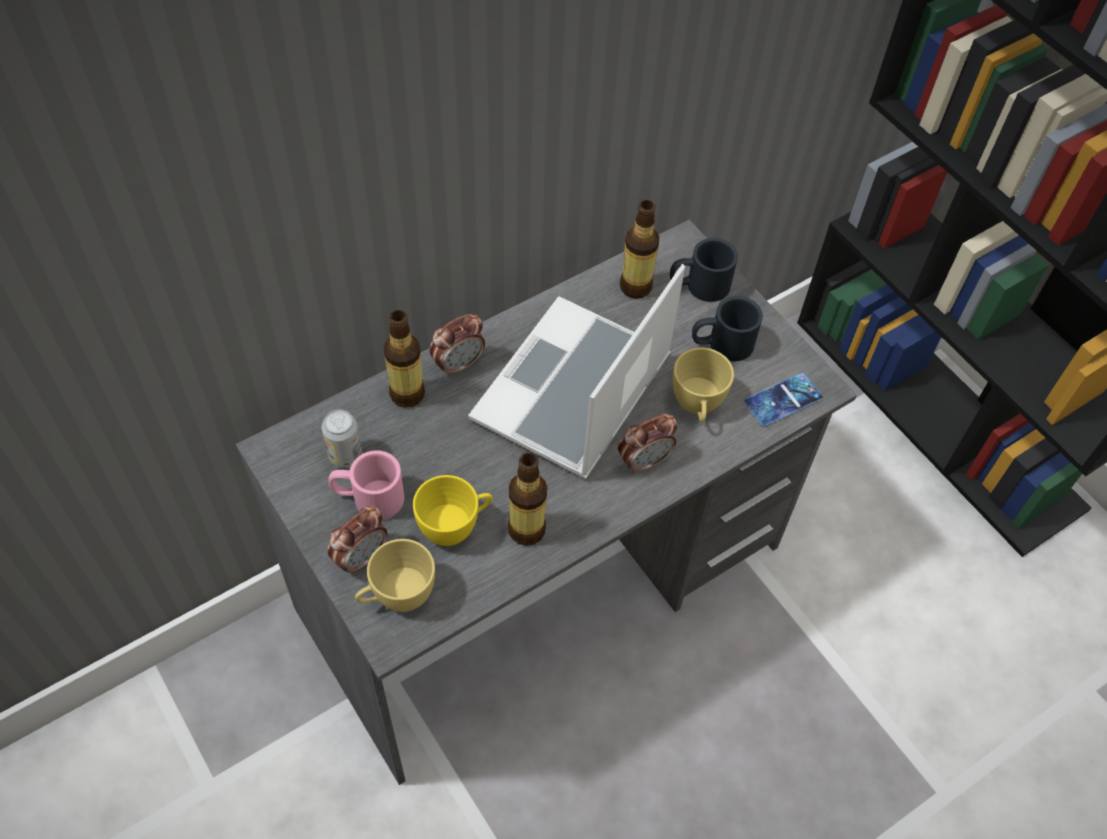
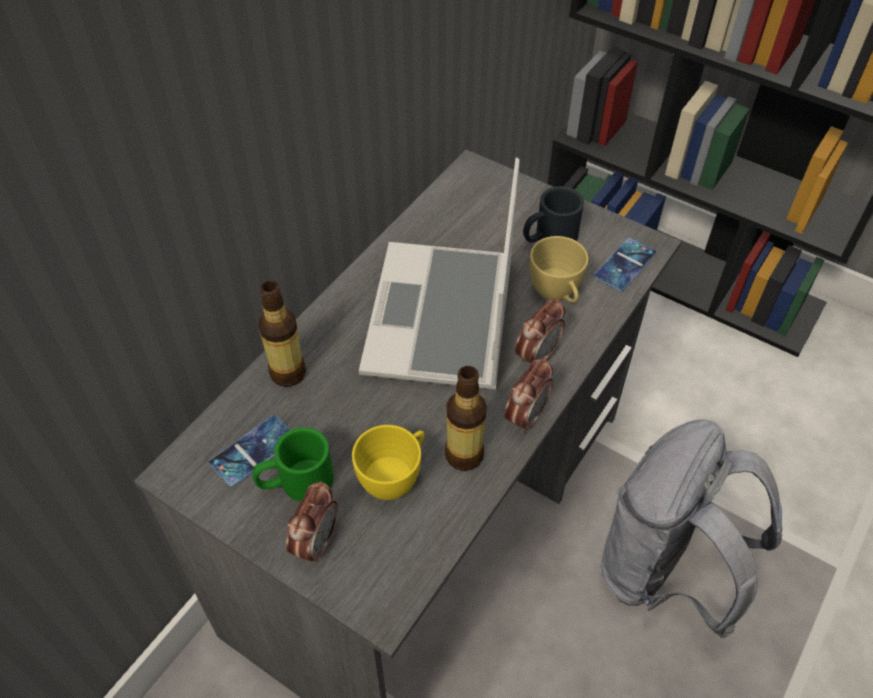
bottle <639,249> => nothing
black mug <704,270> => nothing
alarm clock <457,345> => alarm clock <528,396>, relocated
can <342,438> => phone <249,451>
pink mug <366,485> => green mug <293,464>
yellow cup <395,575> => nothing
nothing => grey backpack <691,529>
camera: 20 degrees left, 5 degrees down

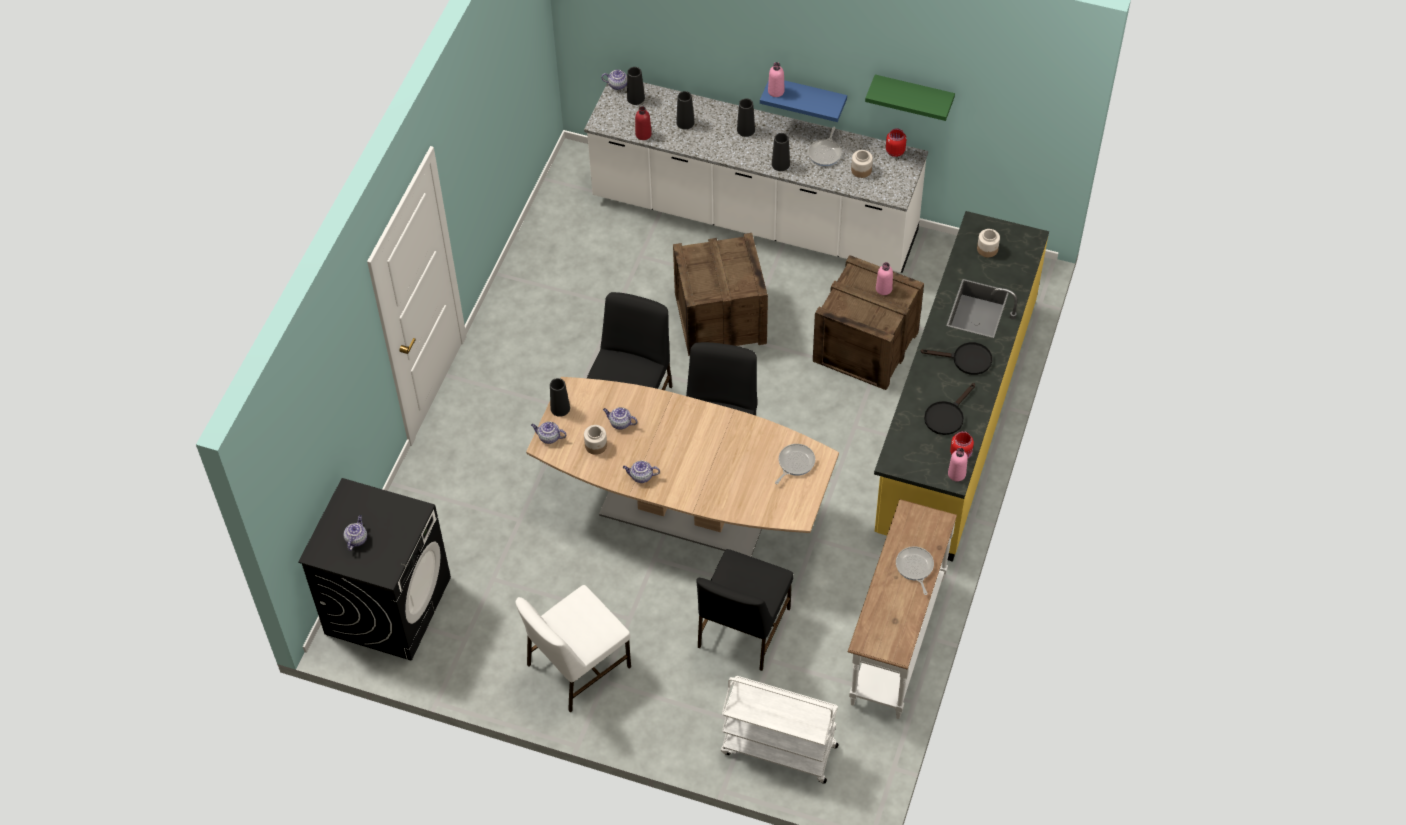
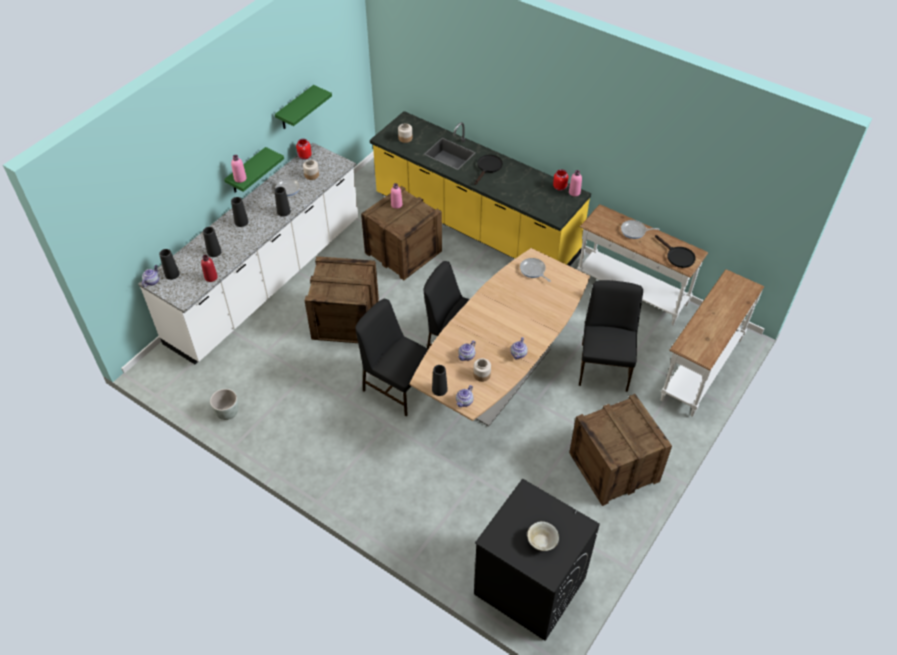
blue shelf <803,101> => green shelf <254,170>
black frying pan <949,409> => black frying pan <675,251>, relocated
teapot <355,533> => beige bowl <543,536>
black chair <745,610> => black chair <611,336>, 120 degrees counterclockwise
white chair <573,648> => crate <620,450>
white cart <780,730> => white console table <713,343>
nothing => grey planter <224,404>
camera: 75 degrees left, 5 degrees down

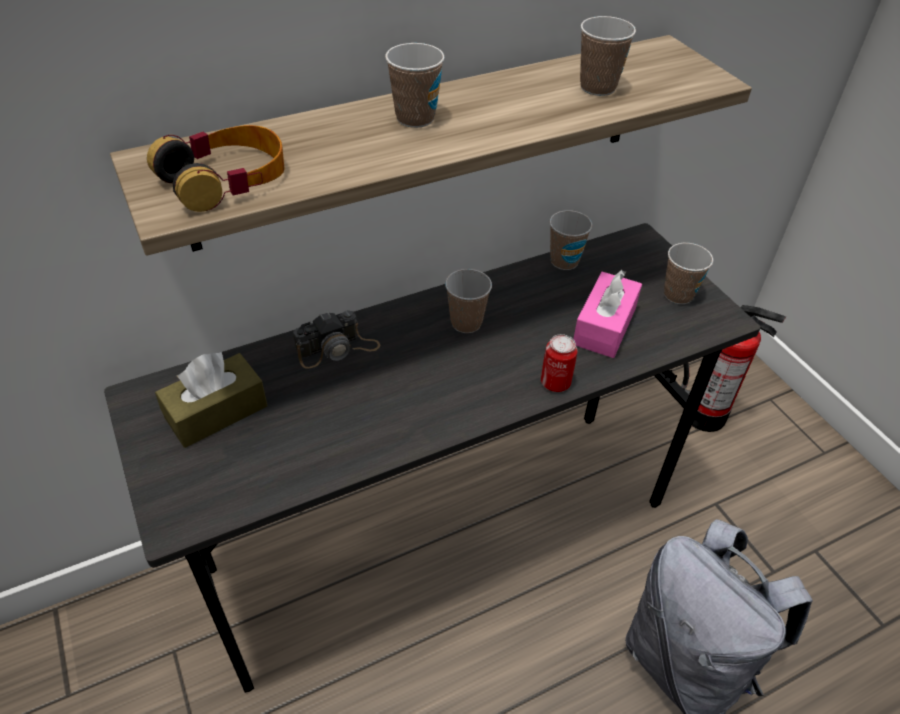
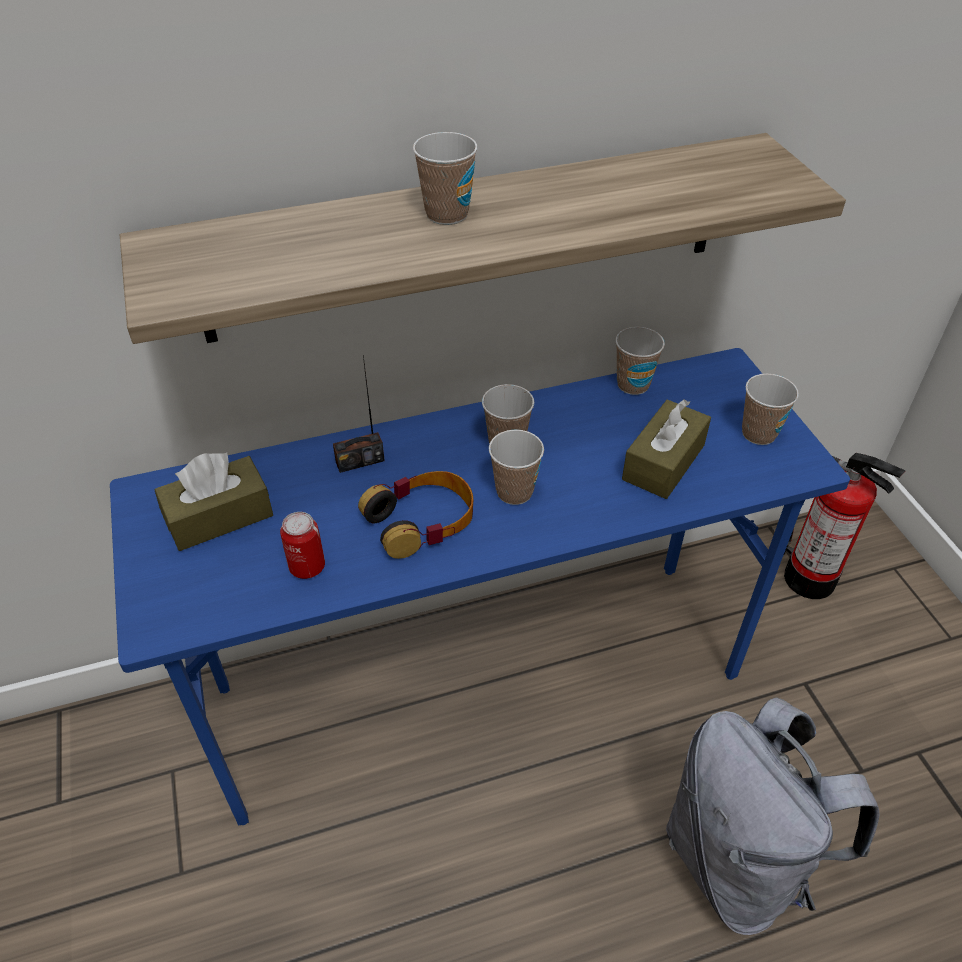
cup <608,56> => cup <516,467>, relocated
headphones <216,168> => headphones <415,515>, relocated
grey desk <432,458> => blue desk <480,587>
pink tissue box <607,314> => brown tissue box <666,449>
photo camera <336,339> => radio <359,414>
can <559,363> => can <302,545>, relocated
camera: 10 degrees right, 0 degrees up

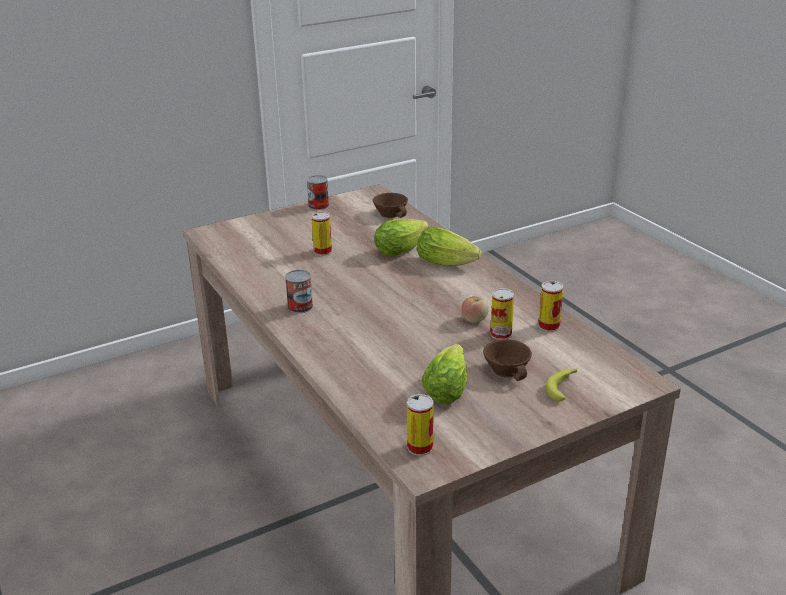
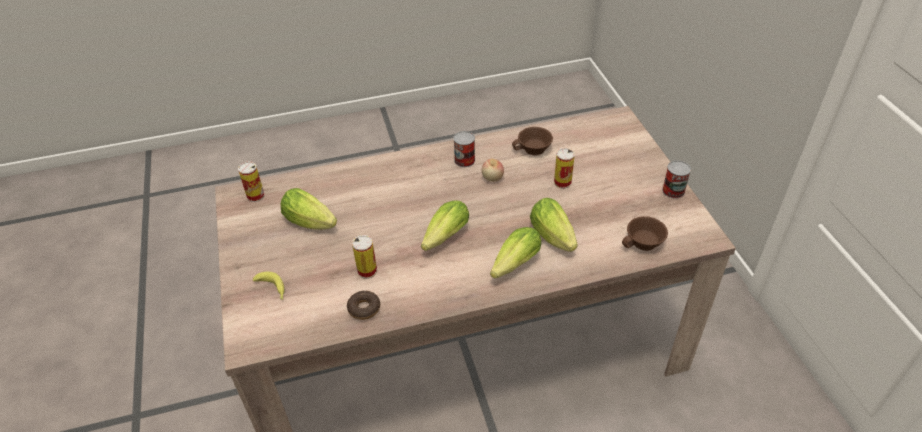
can <551,306> => donut <363,305>
apple <475,309> => apple <493,170>, relocated
brown cup <507,360> => brown cup <532,141>, relocated
nothing => lettuce <445,226>
camera: 105 degrees right, 15 degrees up

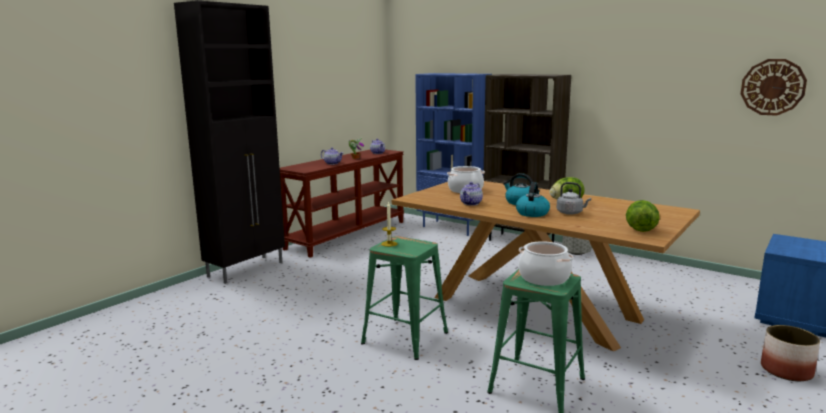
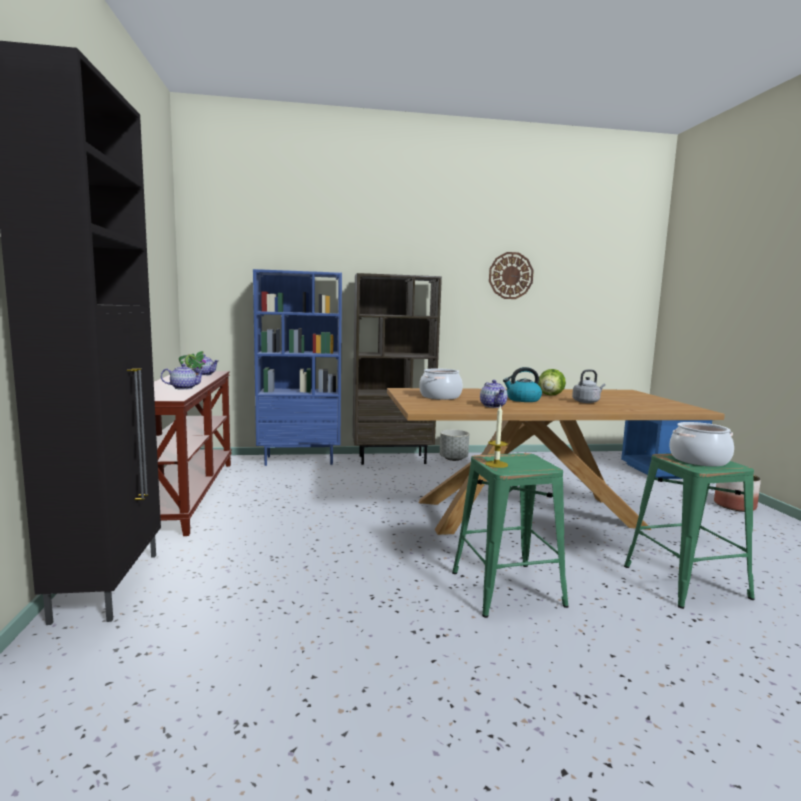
wall clock <774,87> => wall clock <511,275>, relocated
kettle <533,199> => nothing
lettuce <643,216> => nothing
camera: 45 degrees left, 5 degrees down

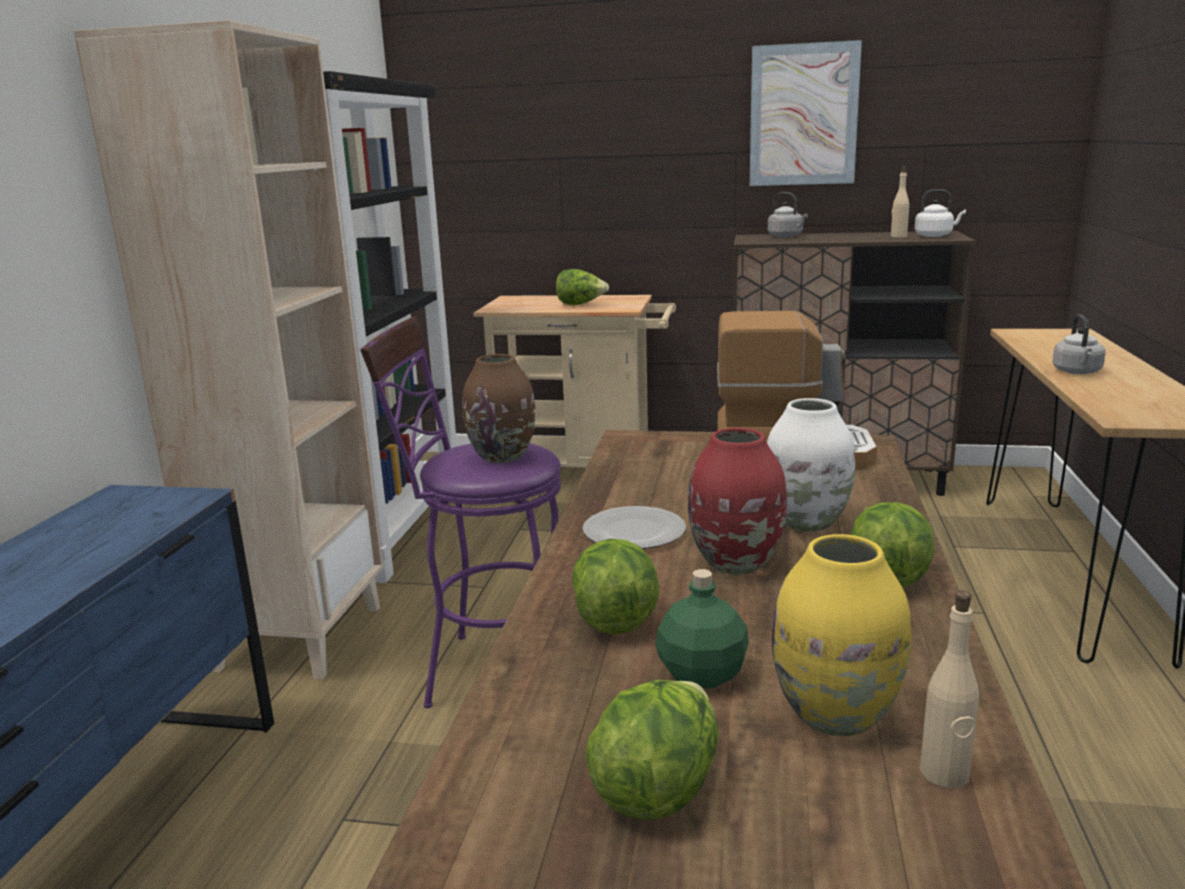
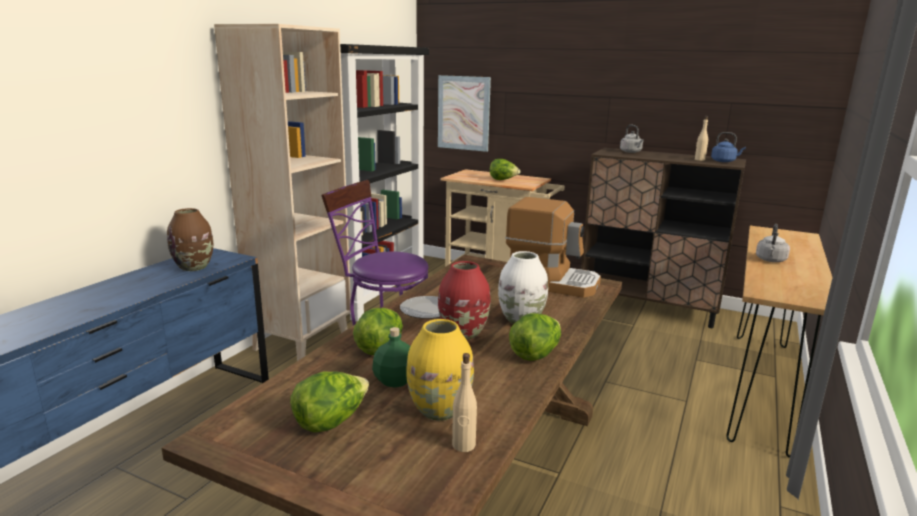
picture <806,113> => picture <464,113>, relocated
white kettle <940,213> => blue kettle <728,147>
brown vase <499,408> => brown vase <190,239>, relocated
camera: 15 degrees right, 0 degrees up

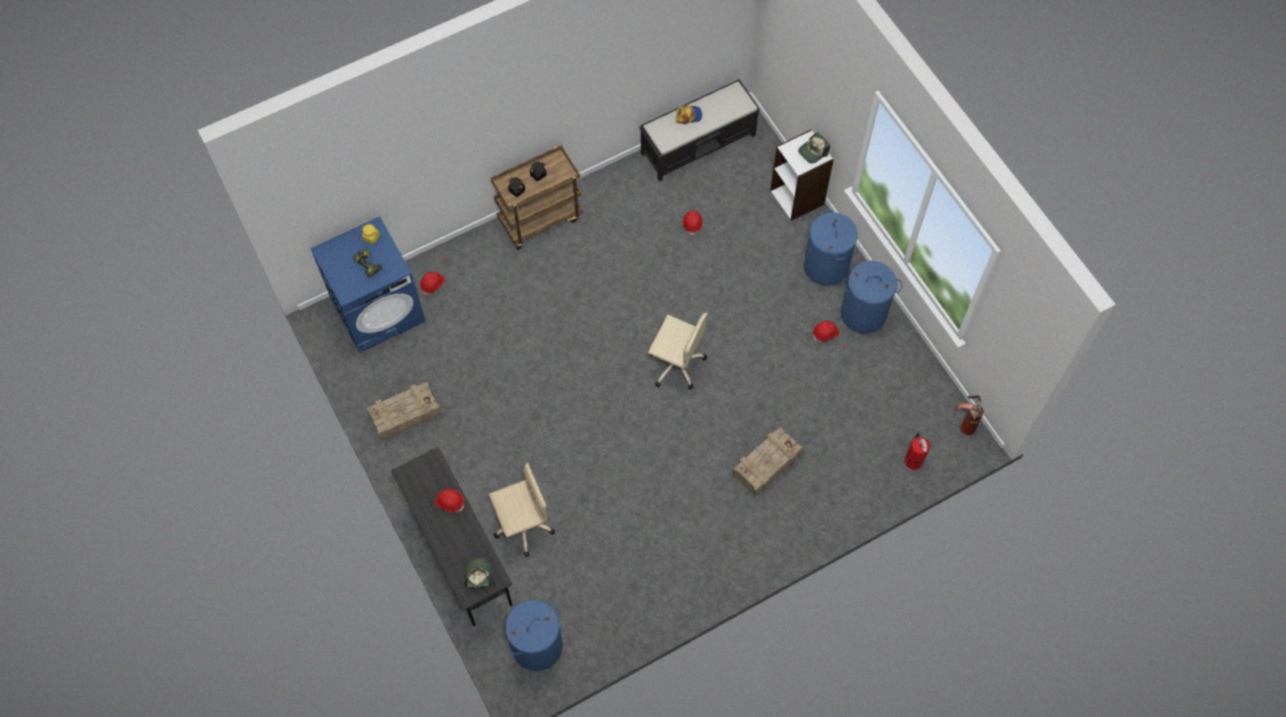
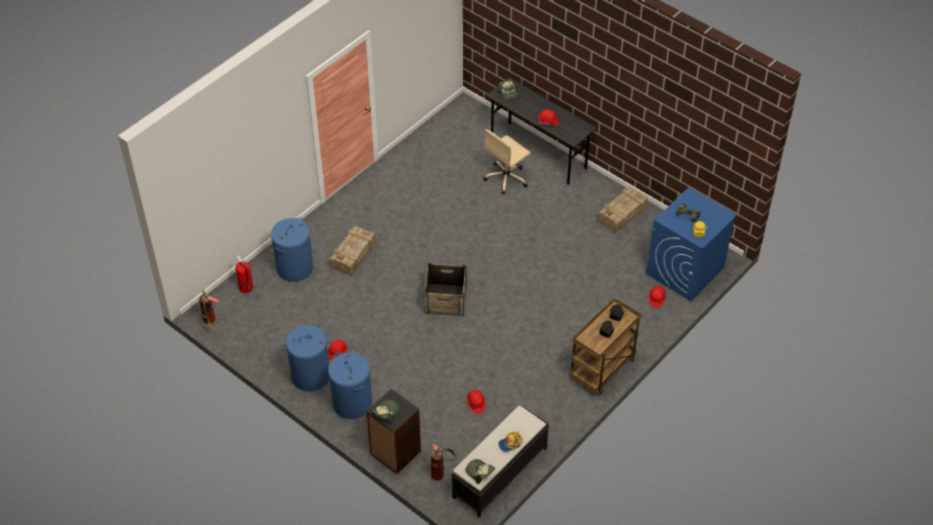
white bookcase <802,175> => black bookcase <393,431>
beige office chair <678,351> => crate <445,289>
blue laundry basket <534,635> => blue laundry basket <292,249>, relocated
nothing => fire extinguisher <443,462>
nothing => cap <480,471>
camera: 160 degrees right, 15 degrees down

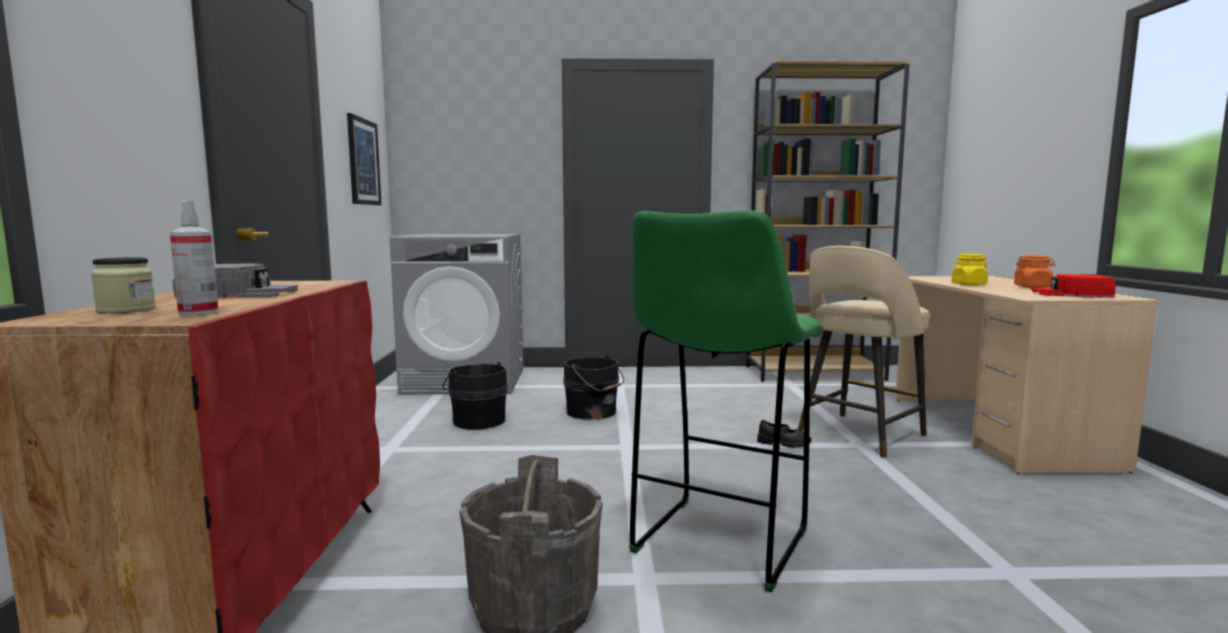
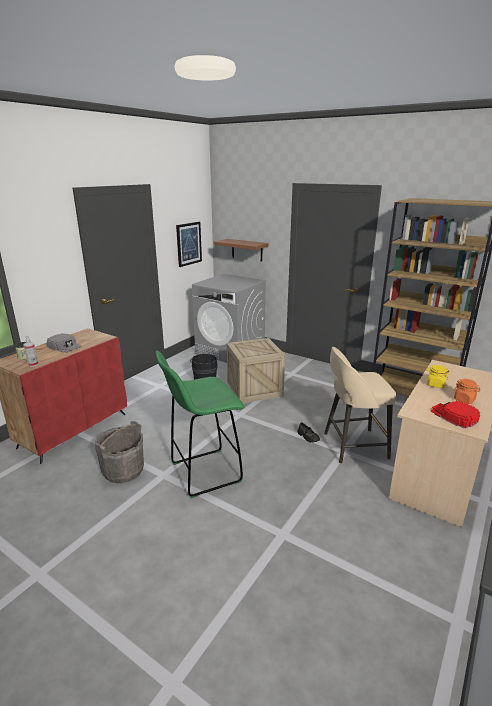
black bucket <593,387> => crate <256,370>
nothing => brown shelf <241,250>
camera: 35 degrees right, 15 degrees up

